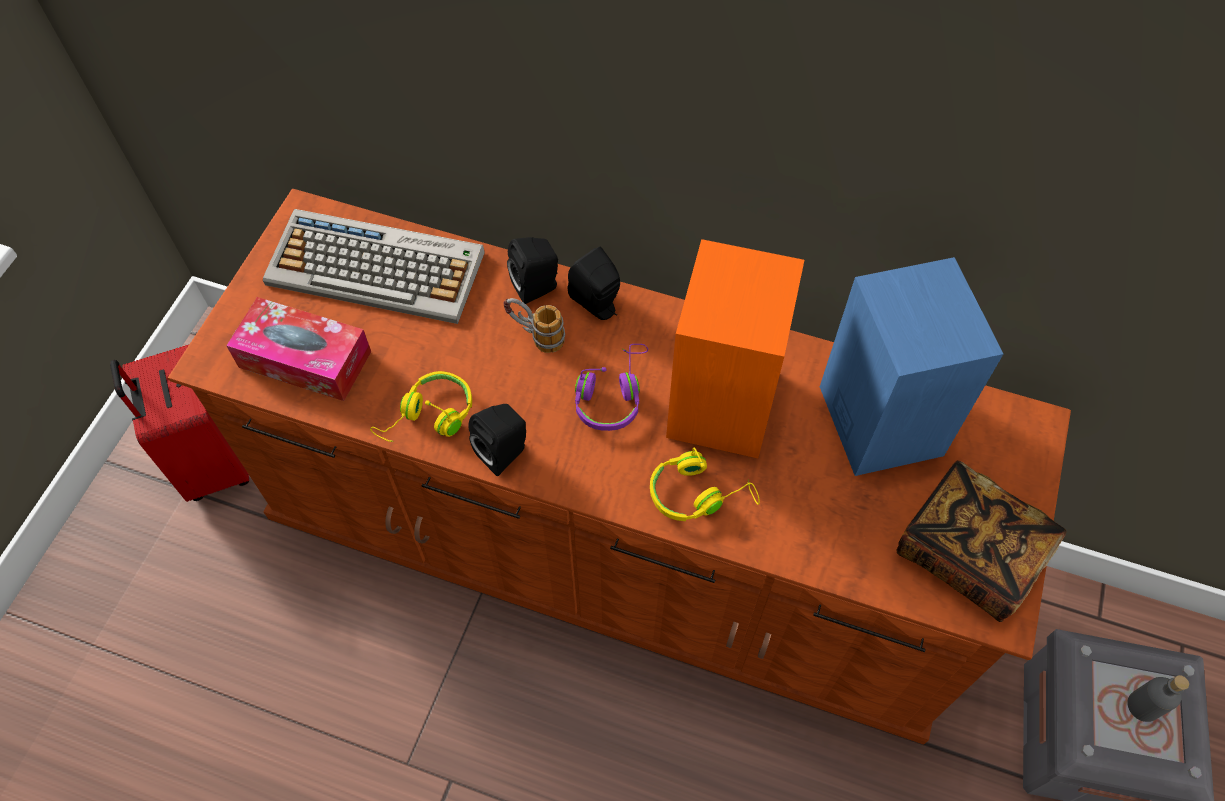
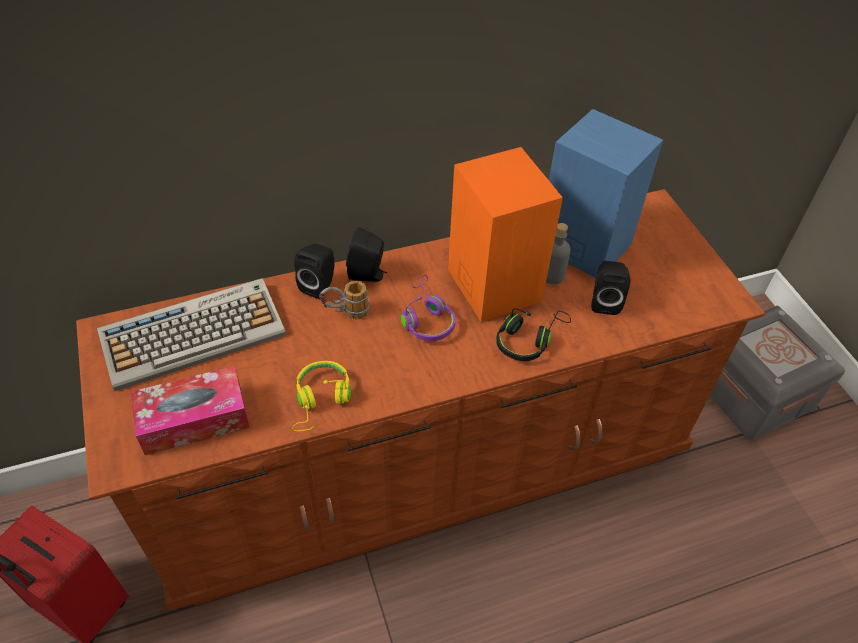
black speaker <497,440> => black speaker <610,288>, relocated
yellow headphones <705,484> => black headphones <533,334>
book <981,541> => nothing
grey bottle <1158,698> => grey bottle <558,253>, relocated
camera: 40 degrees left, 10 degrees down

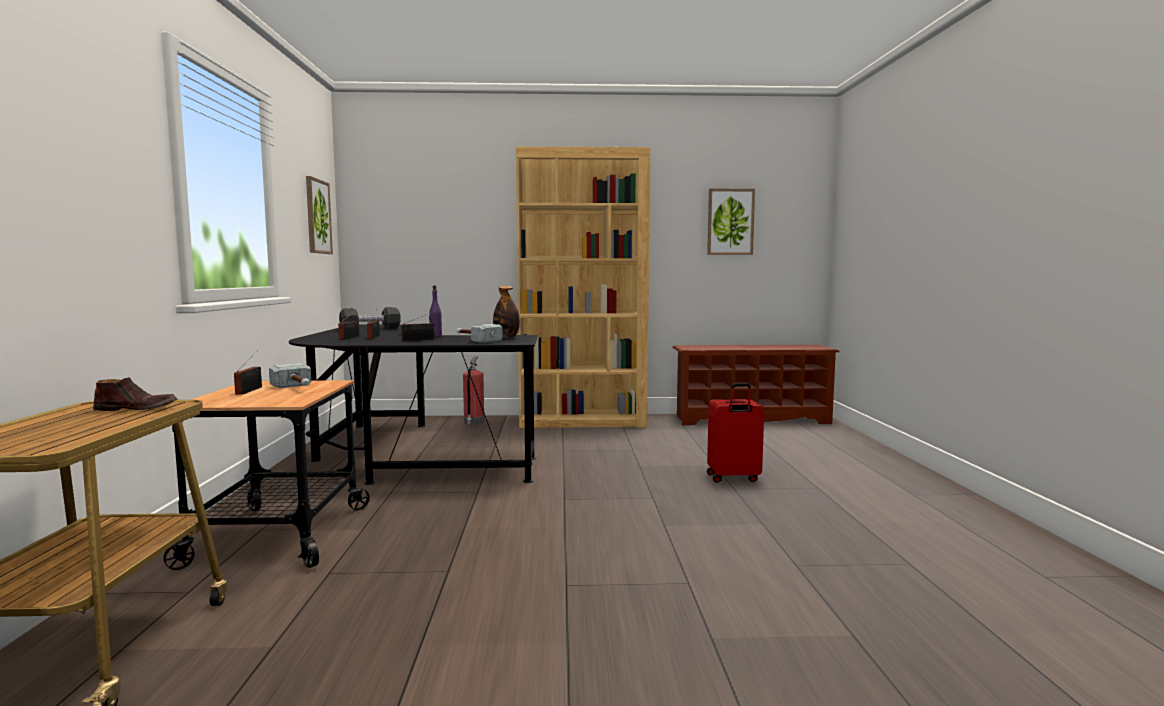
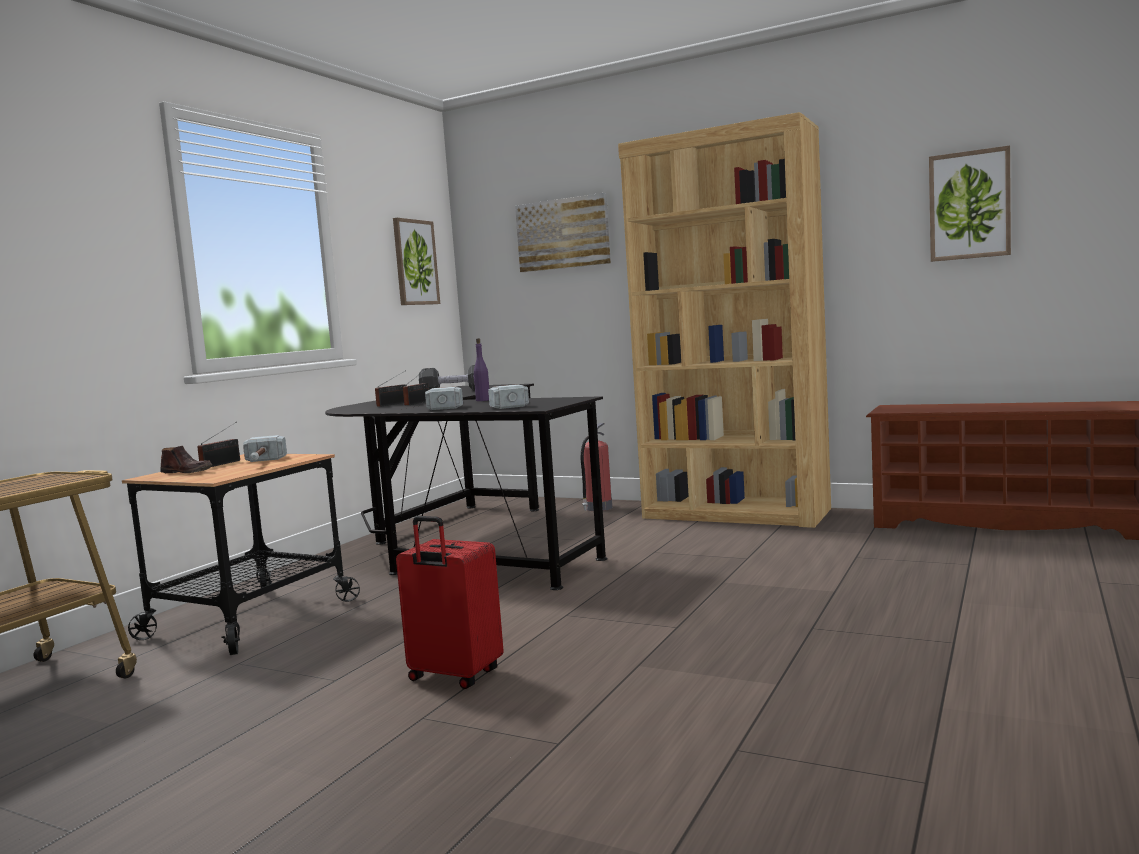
bottle <506,312> => nothing
radio <419,326> => hammer <444,398>
brown shoe <135,394> => brown shoe <186,459>, relocated
red suitcase <735,433> => red suitcase <450,602>, relocated
nothing => picture <563,232>
camera: 30 degrees right, 0 degrees up

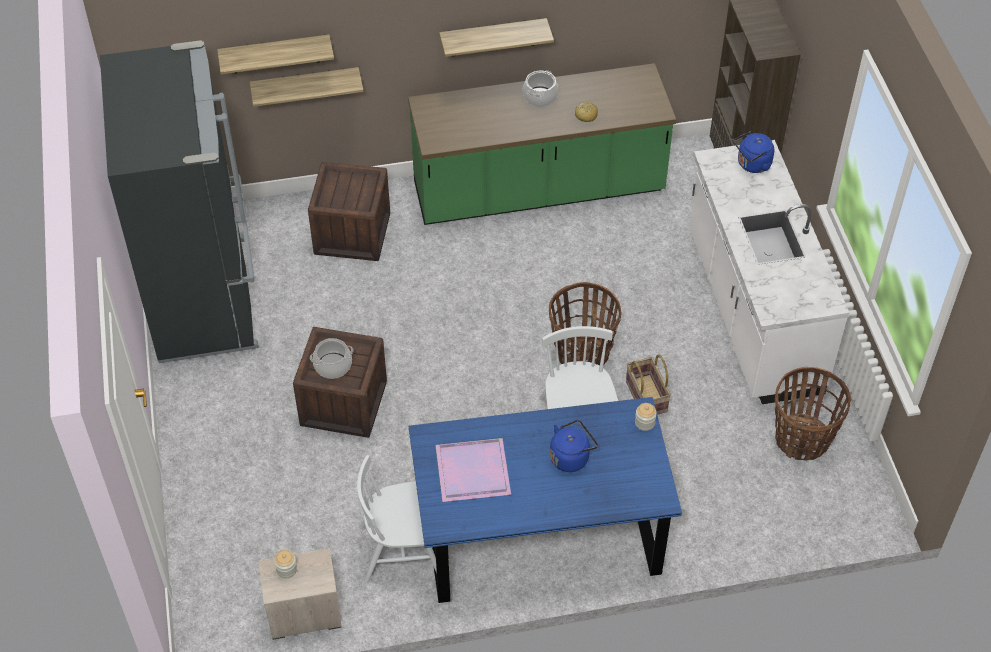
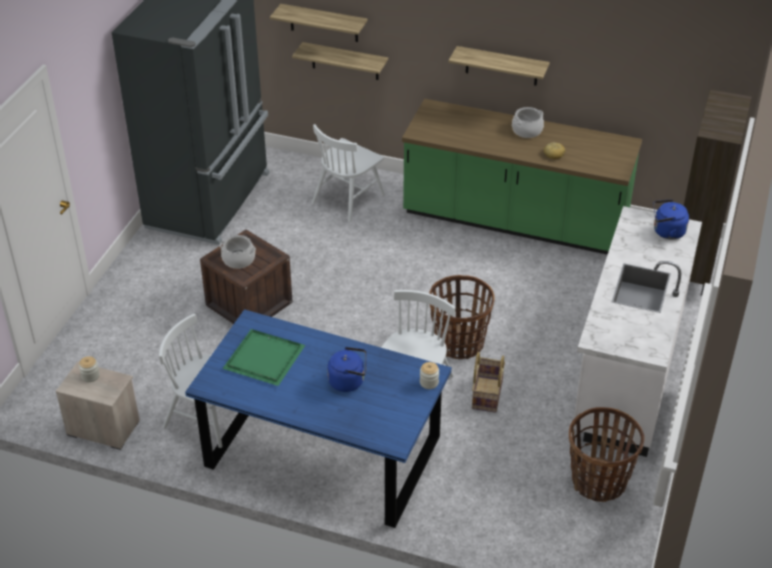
crate <349,211> => white chair <348,173>
purple tray <473,470> => green tray <263,357>
camera: 30 degrees right, 10 degrees down

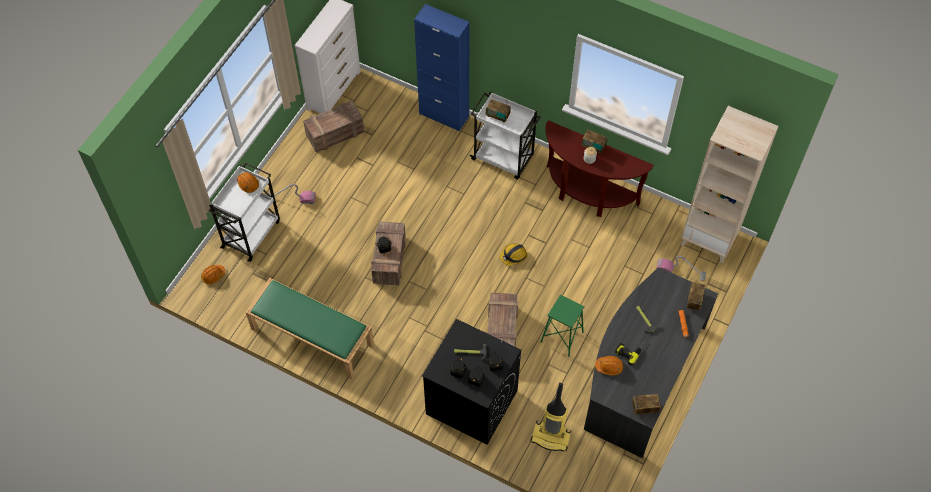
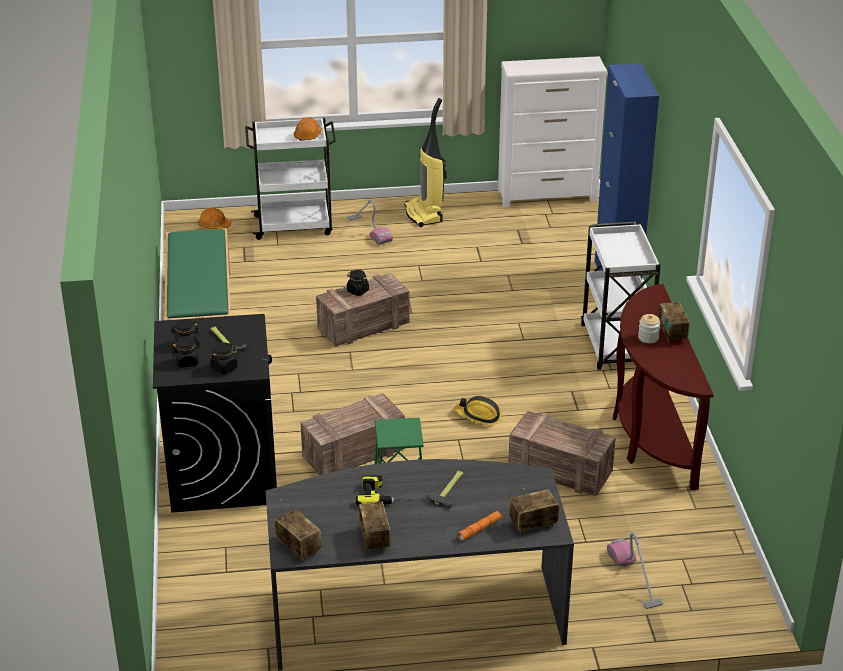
radio <498,110> => radio <375,526>, relocated
crate <333,126> => crate <562,453>, relocated
beige bookcase <730,184> => nothing
orange hard hat <609,365> => nothing
vacuum cleaner <550,417> => vacuum cleaner <425,162>, relocated
camera: 55 degrees right, 25 degrees down

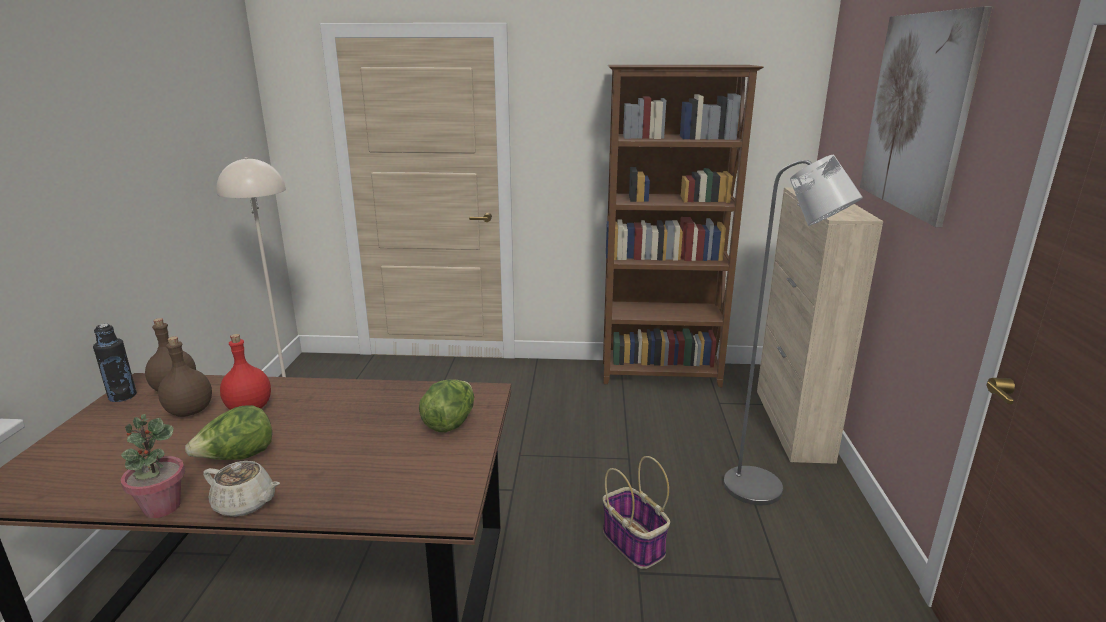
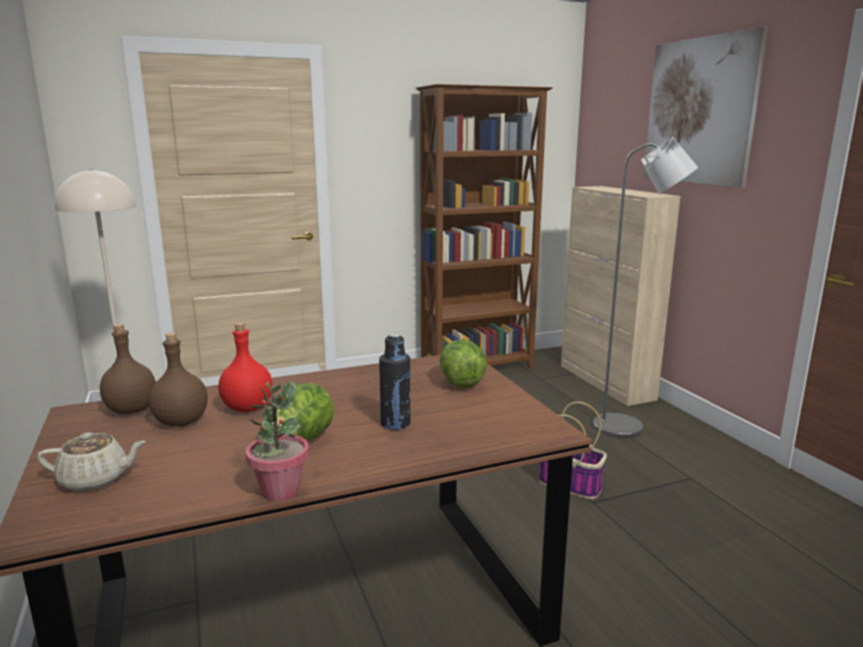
black bottle <115,363> => black bottle <395,382>, relocated
beige teapot <241,489> => beige teapot <91,462>, relocated
camera: 25 degrees left, 5 degrees down

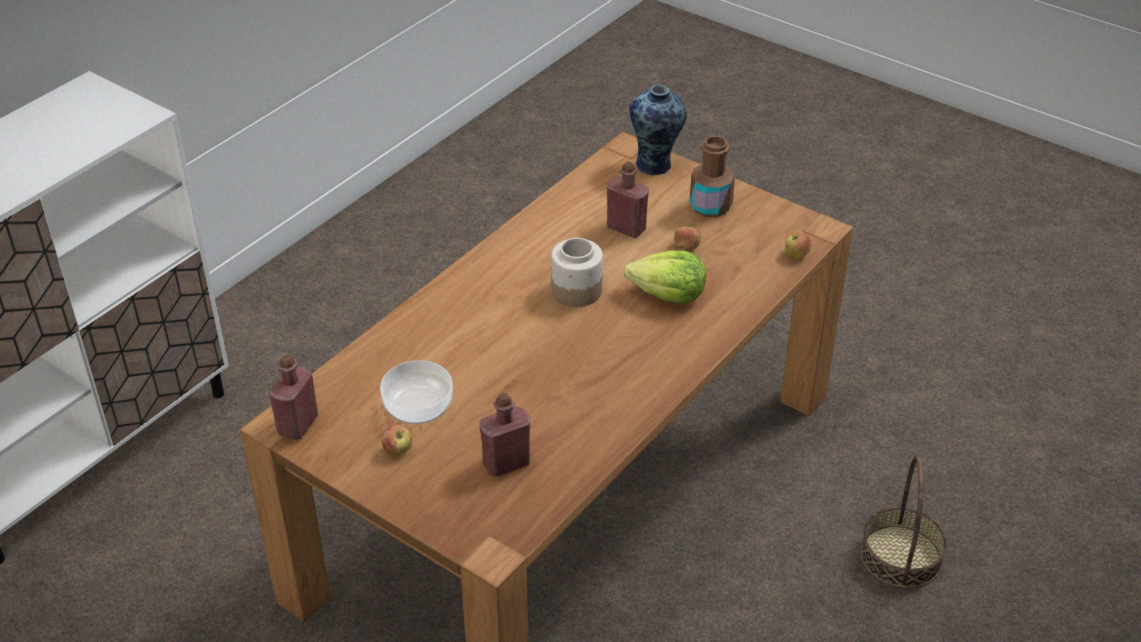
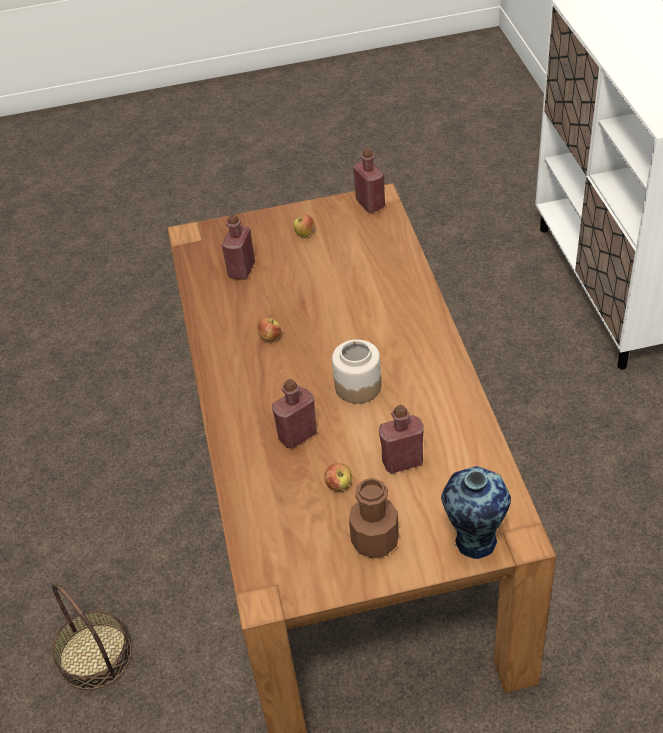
apple <798,245> => apple <269,329>, relocated
lettuce <665,278> => red bottle <294,414>
bowl <416,392> => nothing
camera: 135 degrees right, 5 degrees up

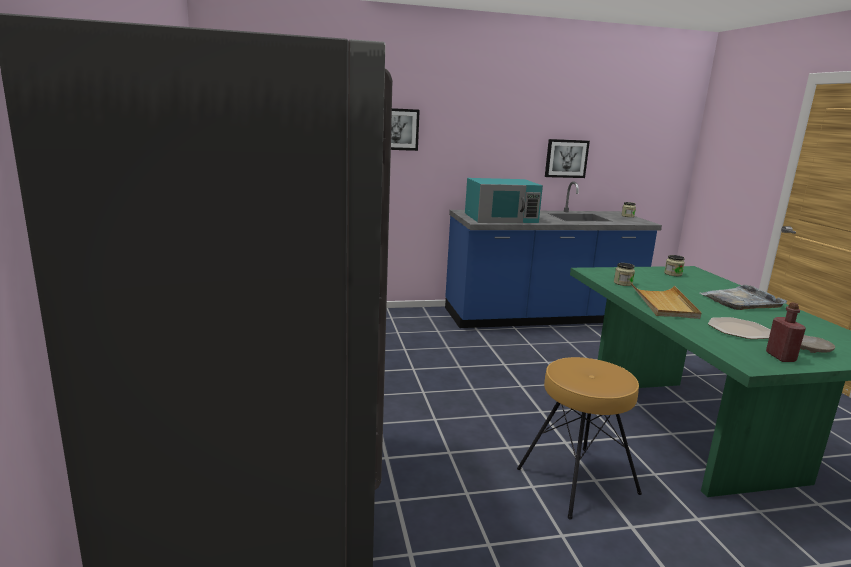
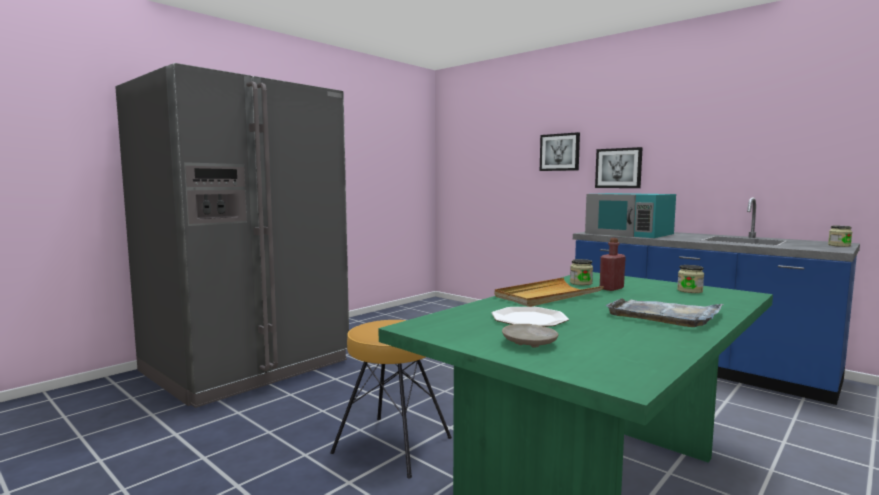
picture <567,158> => picture <619,167>, relocated
red bottle <786,332> => red bottle <613,264>, relocated
camera: 55 degrees right, 10 degrees down

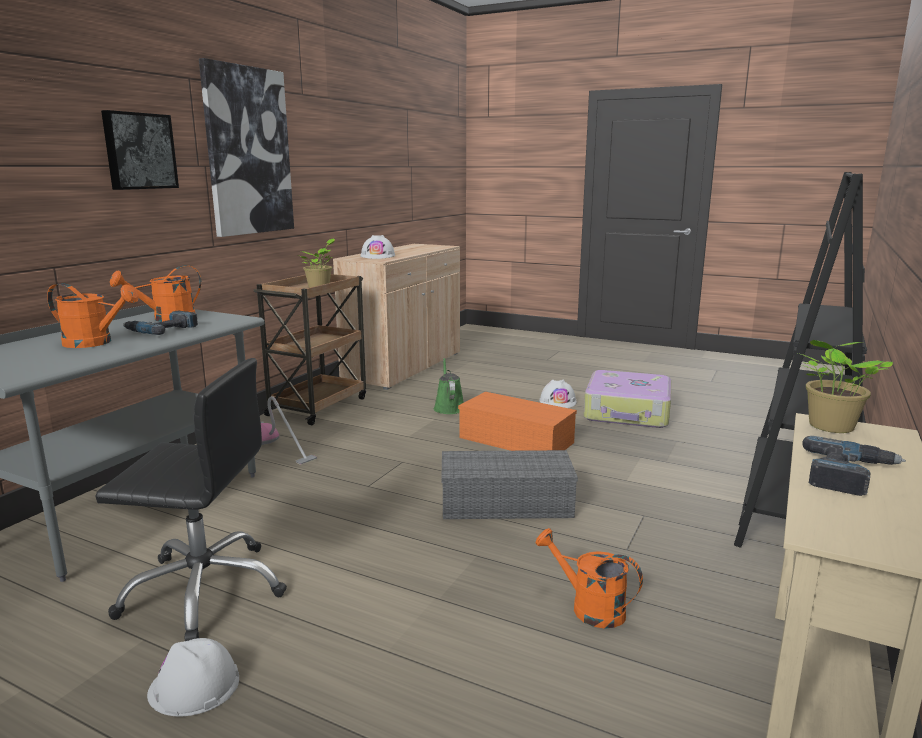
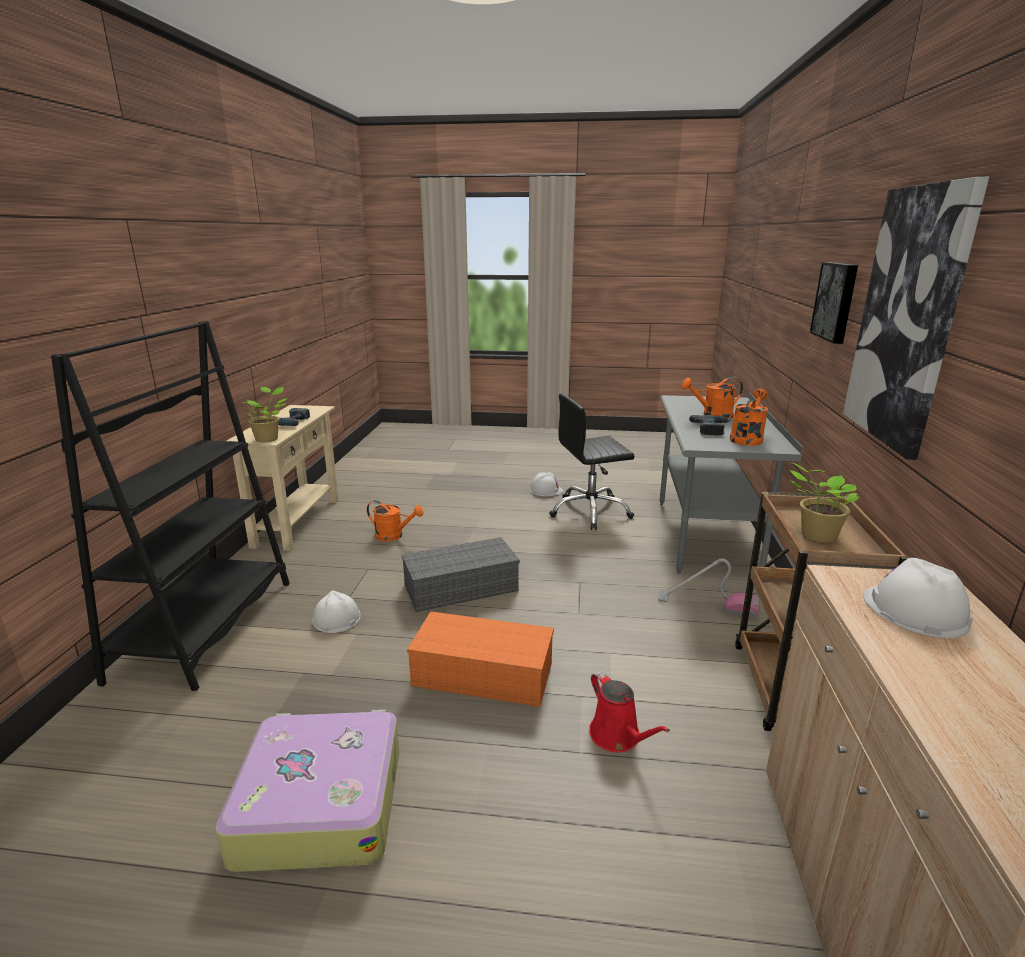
green watering can <449,386> => red watering can <629,711>
white hard hat <558,393> => white hard hat <336,611>, relocated
camera: 160 degrees right, 5 degrees up

